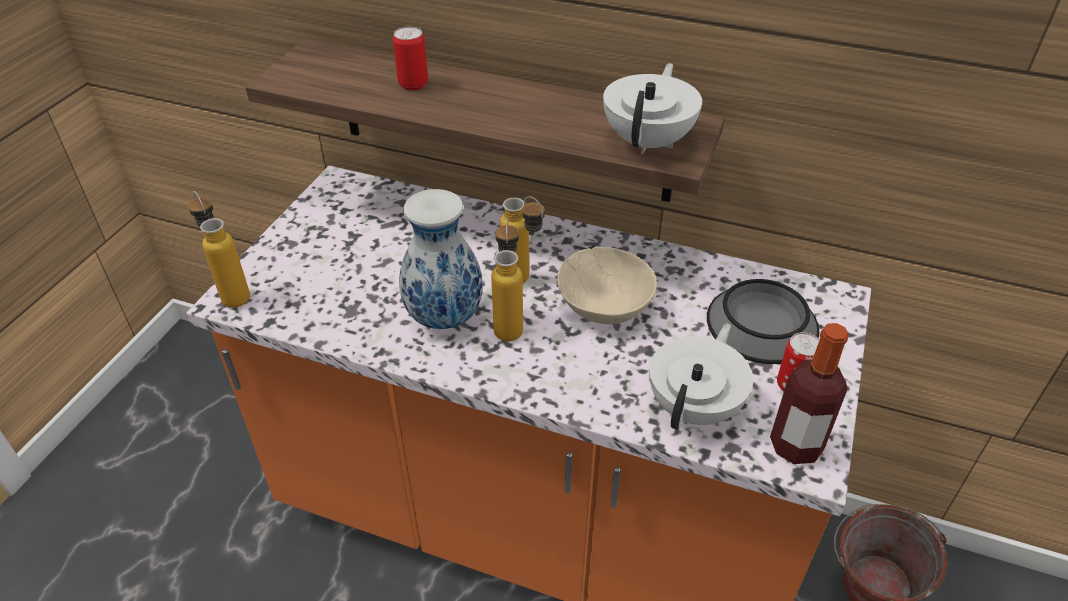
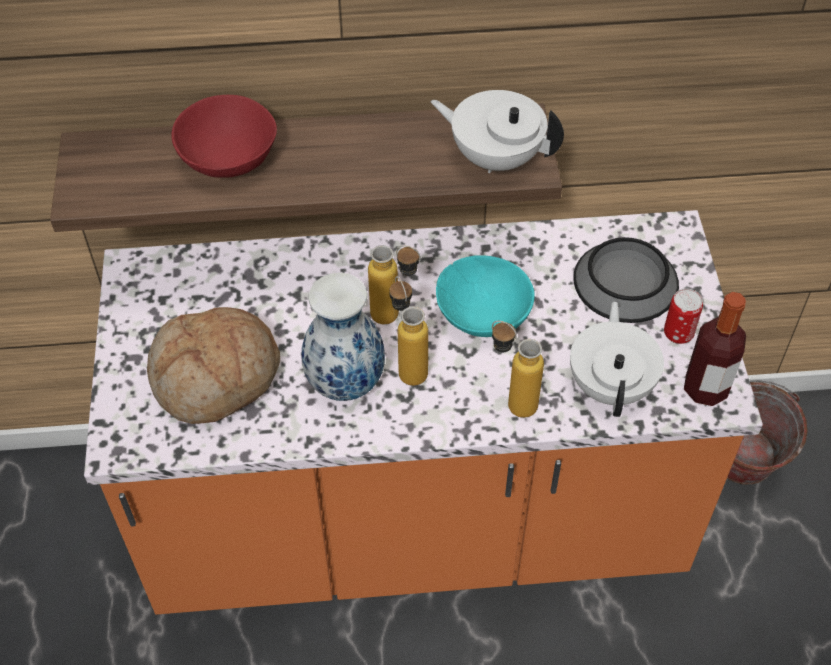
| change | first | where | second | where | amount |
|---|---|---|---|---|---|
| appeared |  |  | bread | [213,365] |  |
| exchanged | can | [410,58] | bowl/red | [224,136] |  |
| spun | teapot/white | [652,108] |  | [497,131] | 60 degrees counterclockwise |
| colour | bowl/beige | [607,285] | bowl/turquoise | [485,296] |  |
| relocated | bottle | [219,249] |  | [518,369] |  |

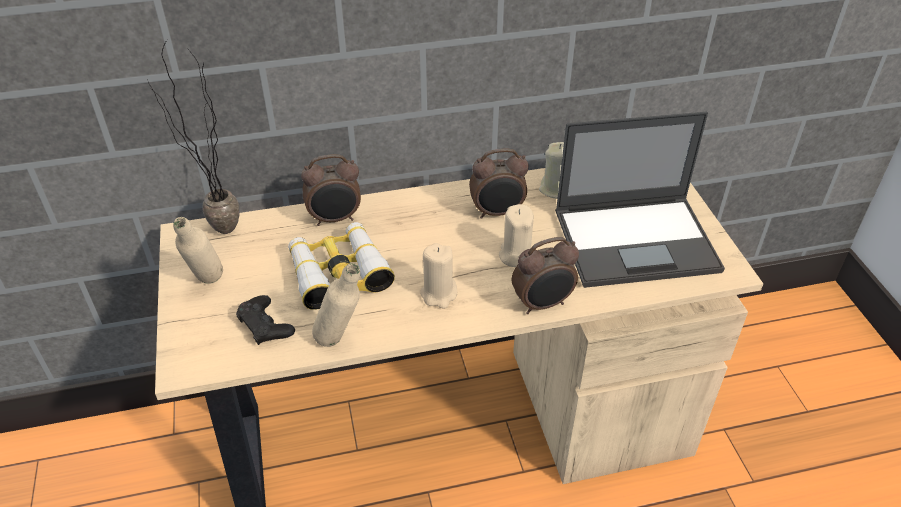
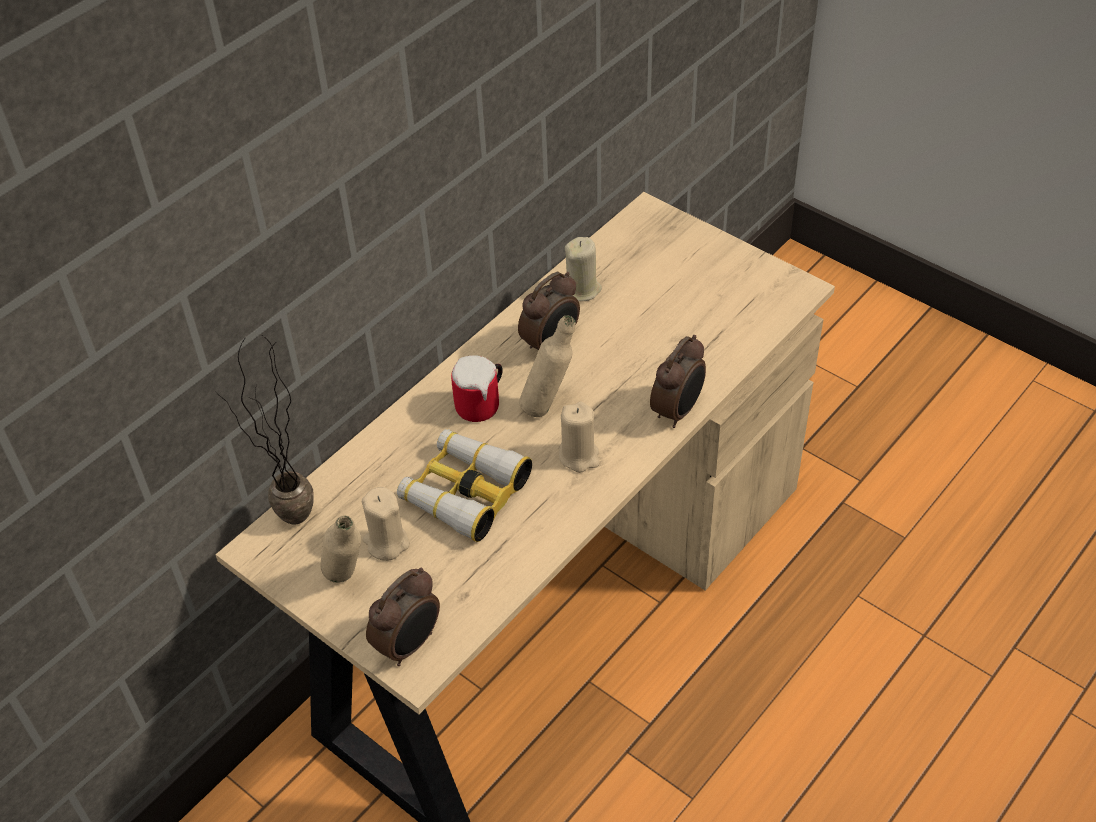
| change | first | where | second | where | amount |
|---|---|---|---|---|---|
| relocated | candle/beige | [516,235] |  | [386,524] |  |
| relocated | alarm clock | [331,190] |  | [403,617] |  |
| appeared |  |  | mug | [477,388] |  |
| relocated | bottle/beige | [336,305] |  | [547,366] |  |
| missing | game controller/black | [265,320] |  |  |  |
| missing | laptop | [640,200] |  |  |  |

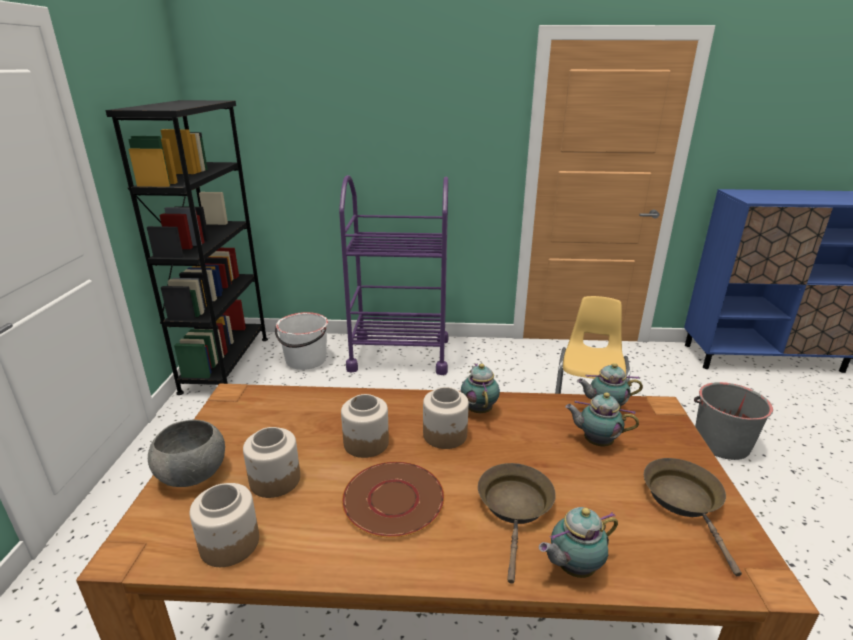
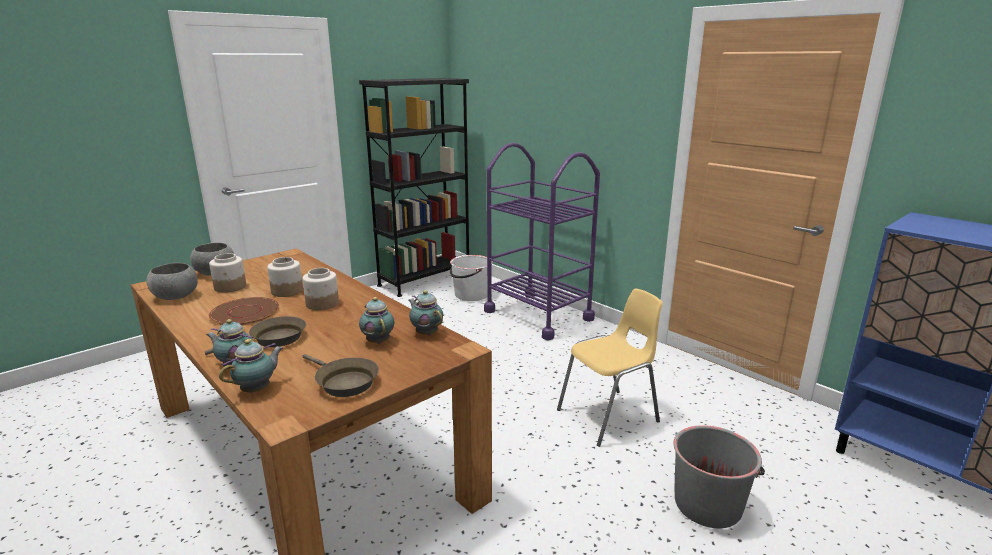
| change | first | where | second | where | amount |
|---|---|---|---|---|---|
| exchanged | jar | [224,525] | bowl/grey | [172,281] |  |
| relocated | teapot | [480,388] |  | [251,366] |  |
| spun | frying pan/brown | [693,517] |  | [341,375] | 90 degrees clockwise |

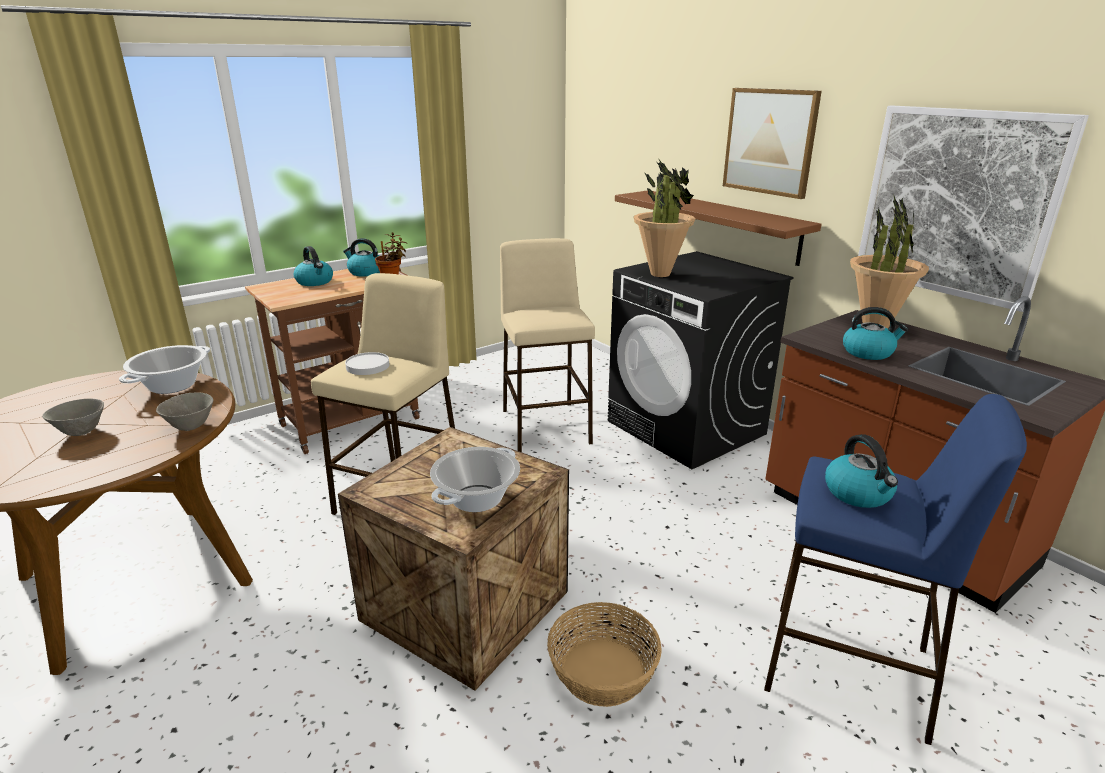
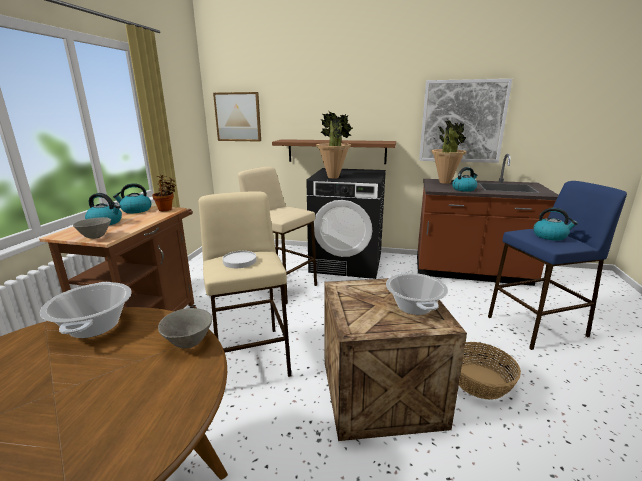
| change | first | where | second | where | amount |
|---|---|---|---|---|---|
| relocated | bowl/grey | [73,417] |  | [92,228] |  |
| relocated | picture | [772,143] |  | [237,117] |  |

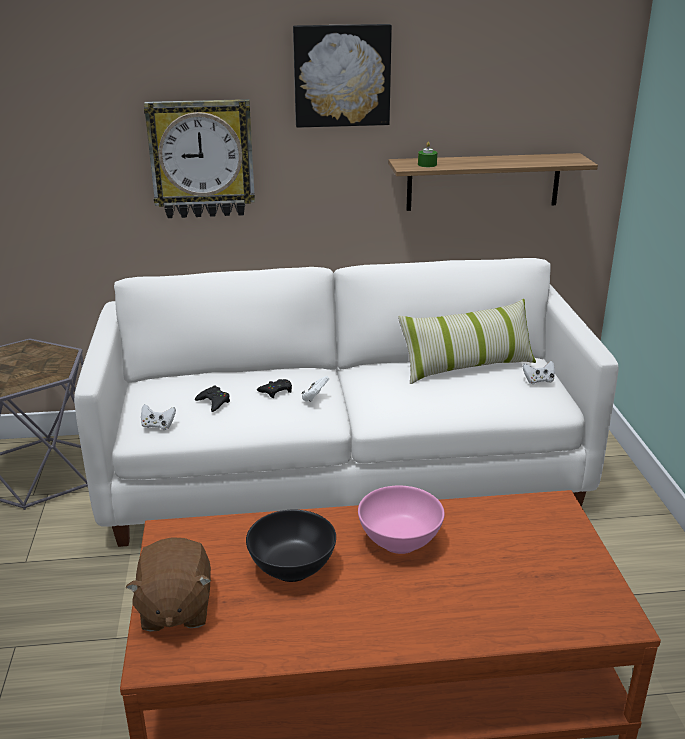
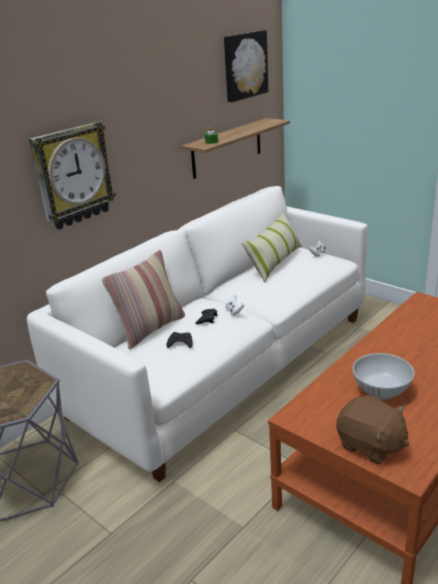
| change | first | where | second | where | amount |
|---|---|---|---|---|---|
| appeared |  |  | pillow | [143,300] |  |
| relocated | picture | [342,76] |  | [246,66] |  |
| colour | bowl/black | [291,546] | bowl/white | [383,376] |  |
| missing | game controller/white | [158,417] |  |  |  |
| missing | bowl/pink | [401,519] |  |  |  |

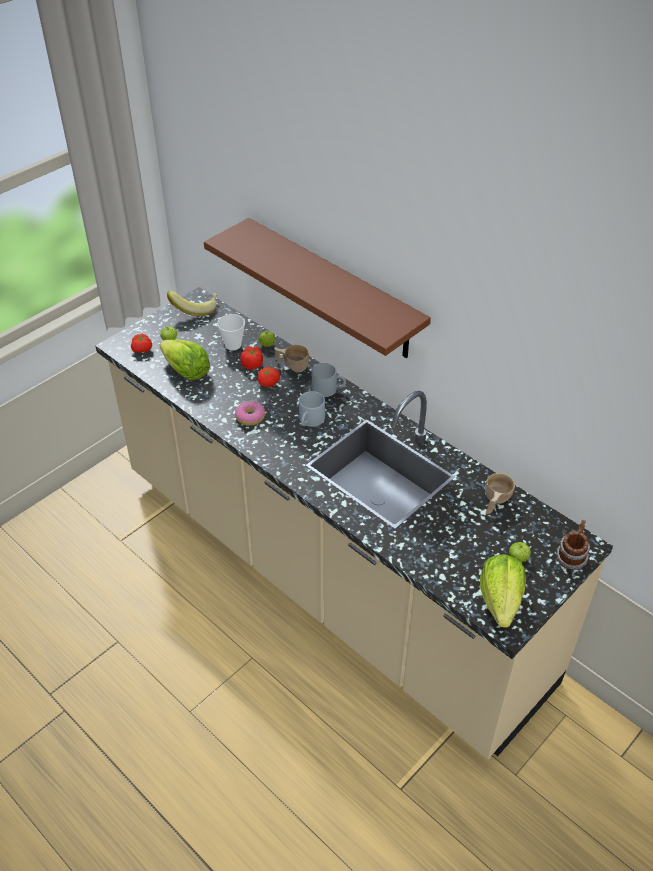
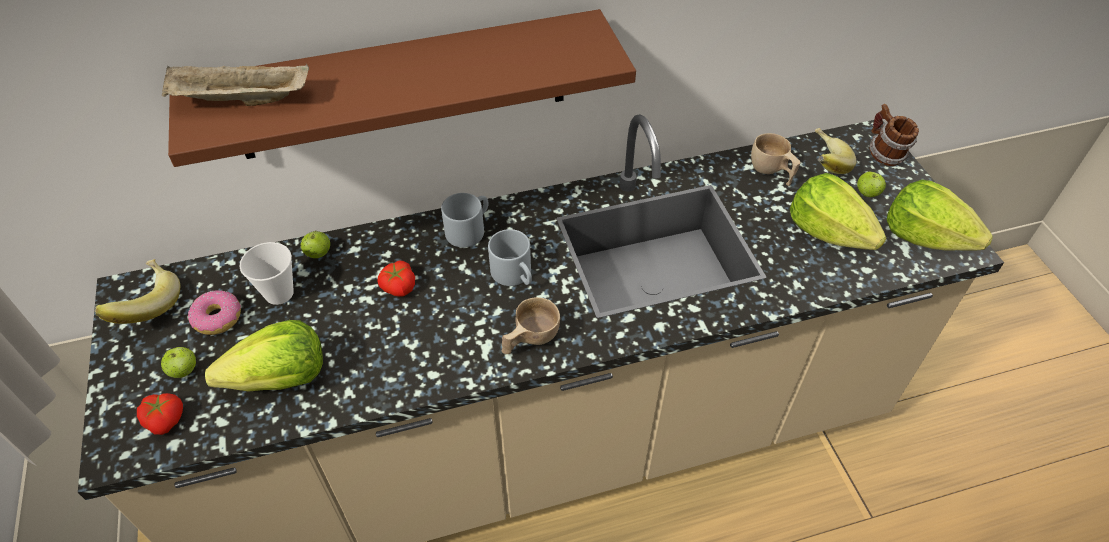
| change | first | where | second | where | amount |
|---|---|---|---|---|---|
| appeared |  |  | tray/beige | [235,85] |  |
| relocated | donut | [250,413] |  | [214,312] |  |
| relocated | cup/beige | [291,358] |  | [531,325] |  |
| appeared |  |  | lettuce | [838,211] |  |
| appeared |  |  | banana | [835,151] |  |
| missing | tomato | [251,358] |  |  |  |

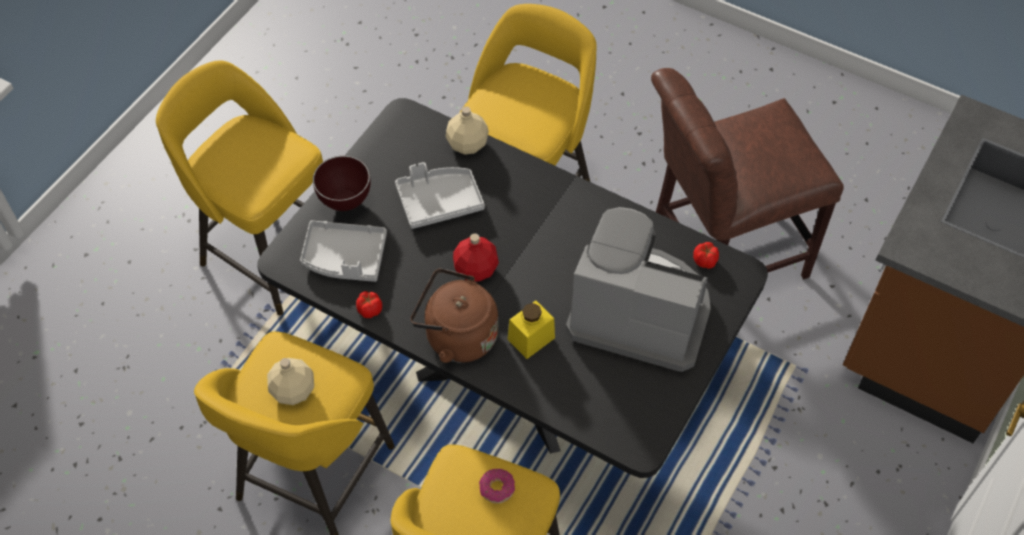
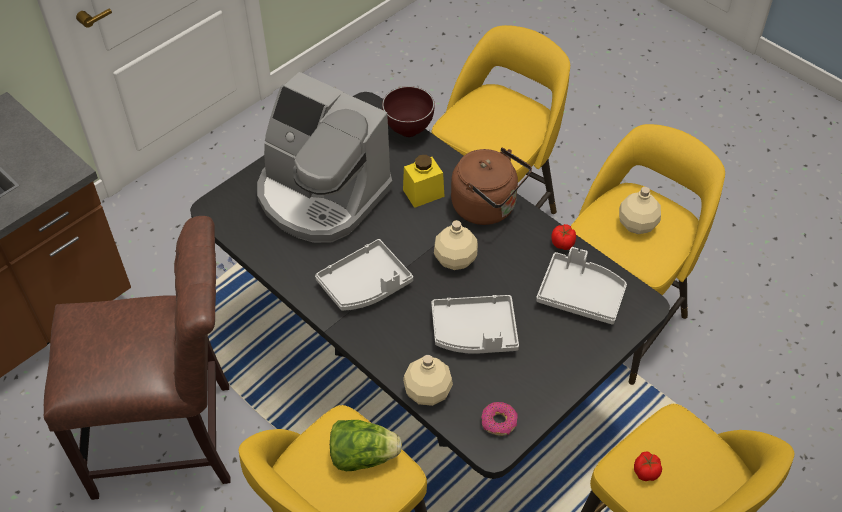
| change | first | where | second | where | amount |
|---|---|---|---|---|---|
| appeared |  |  | tray/grey | [364,275] |  |
| appeared |  |  | lettuce | [366,445] |  |
| relocated | bowl/brown | [341,183] |  | [408,111] |  |
| colour | bottle/red | [476,257] | bottle/beige | [456,245] |  |
| relocated | donut | [497,486] |  | [499,419] |  |
| relocated | tomato | [706,255] |  | [648,466] |  |

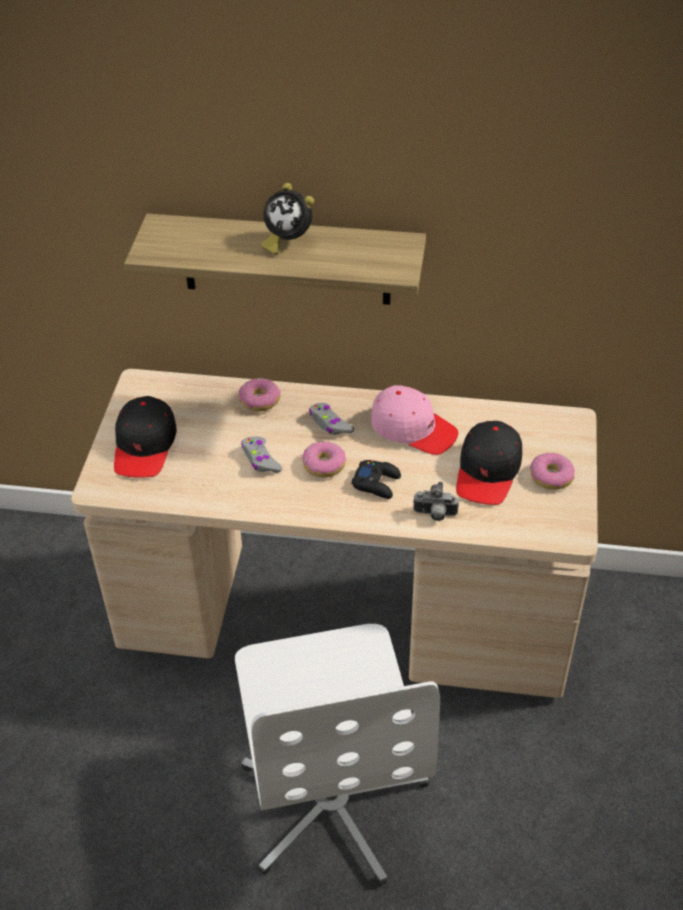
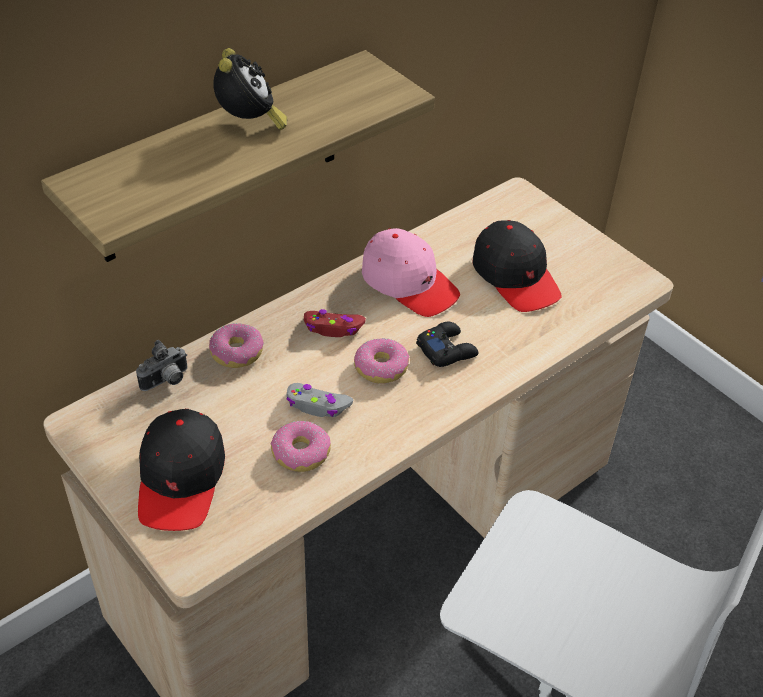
| change | first | where | second | where | amount |
|---|---|---|---|---|---|
| relocated | photo camera | [436,501] |  | [162,365] |  |
| spun | cap/black | [145,437] |  | [181,470] | 45 degrees clockwise |
| spun | alarm clock | [287,218] |  | [250,89] | 75 degrees counterclockwise |
| relocated | donut | [552,471] |  | [300,446] |  |
| colour | game controller/grey | [331,419] | game controller/red | [335,323] |  |
| spun | cap/pink | [414,420] |  | [411,272] | 60 degrees clockwise |

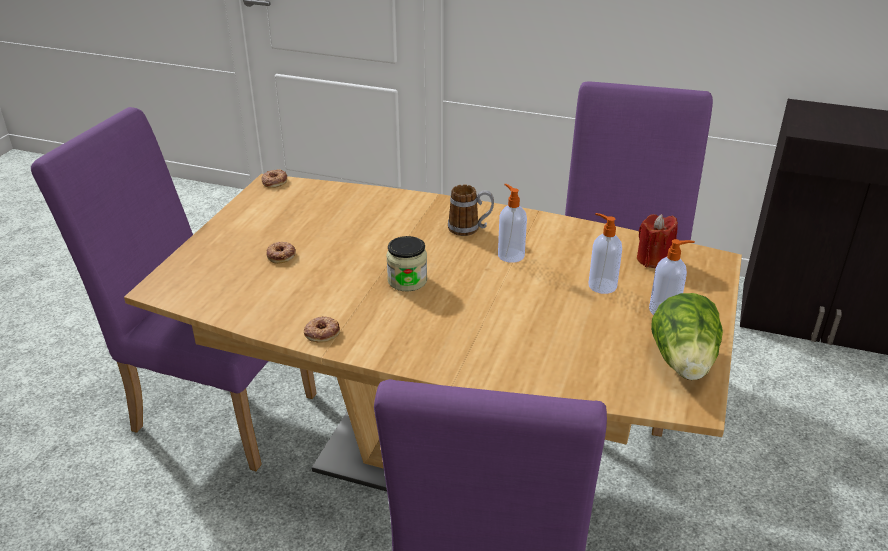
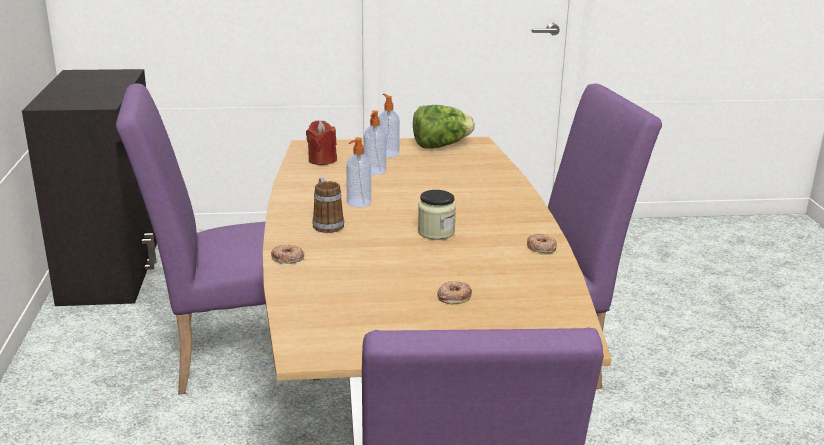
| change | first | where | second | where | amount |
|---|---|---|---|---|---|
| relocated | donut | [274,178] |  | [287,254] |  |

